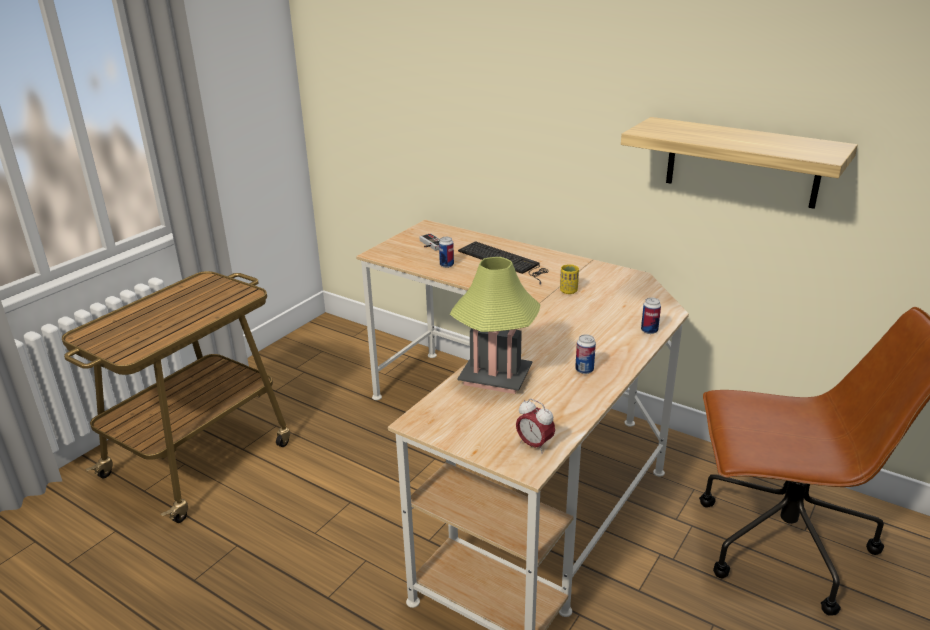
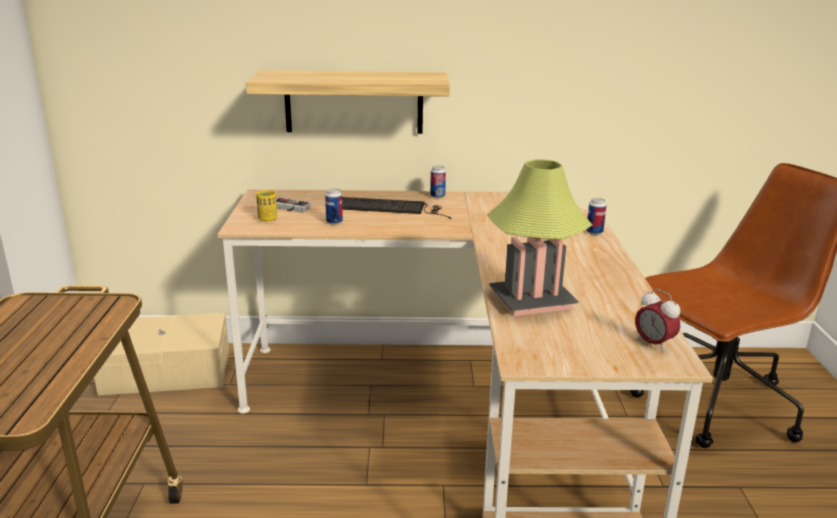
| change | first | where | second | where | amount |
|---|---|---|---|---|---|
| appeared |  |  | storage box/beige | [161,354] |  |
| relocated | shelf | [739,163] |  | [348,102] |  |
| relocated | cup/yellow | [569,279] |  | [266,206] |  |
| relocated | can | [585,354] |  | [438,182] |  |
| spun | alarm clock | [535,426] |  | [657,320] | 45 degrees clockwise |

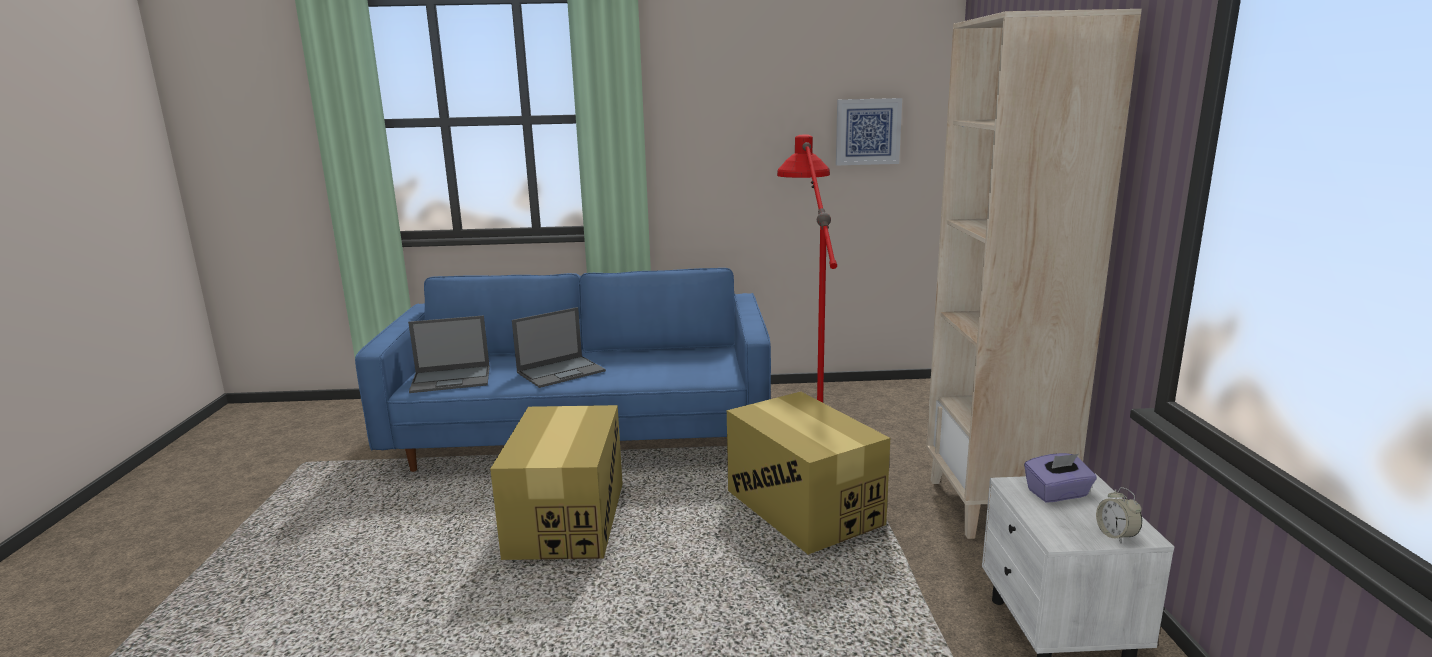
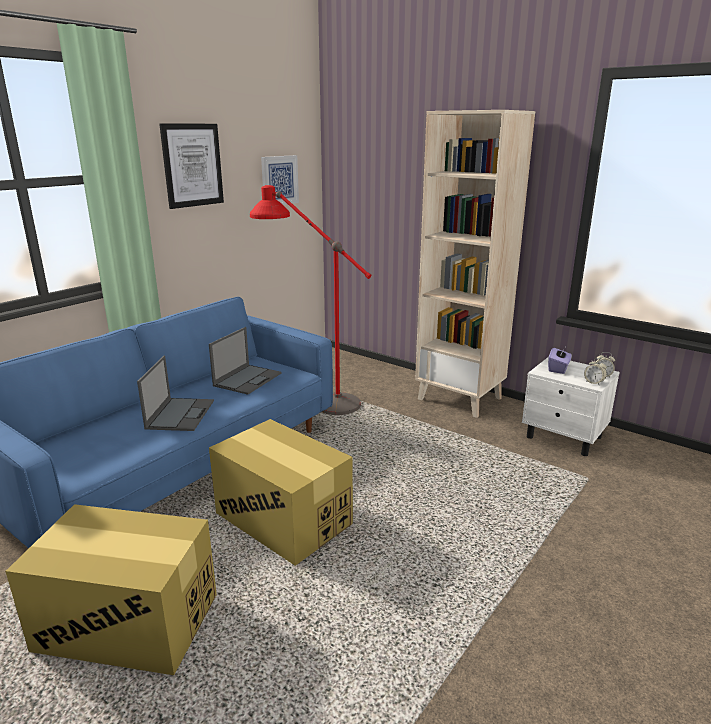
| change | first | where | second | where | amount |
|---|---|---|---|---|---|
| relocated | cardboard box | [808,473] |  | [111,589] |  |
| appeared |  |  | picture | [191,166] |  |
| relocated | laptop | [449,354] |  | [245,361] |  |
| appeared |  |  | alarm clock | [595,371] |  |

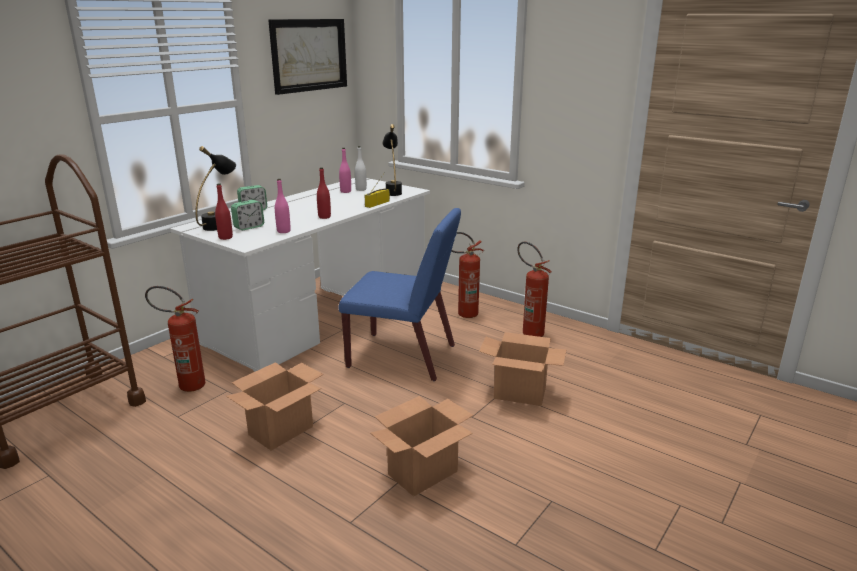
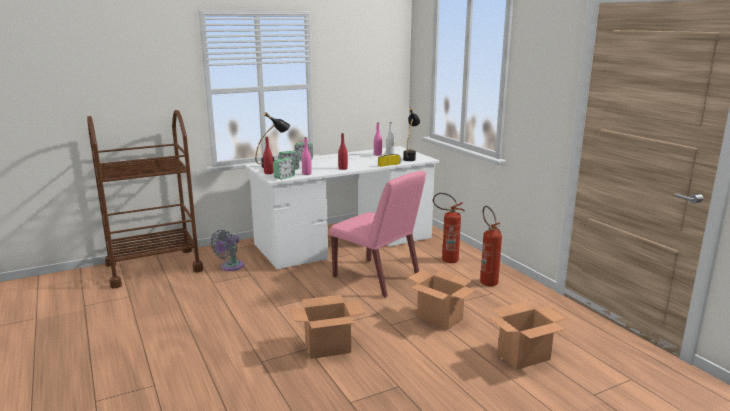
| change | first | where | second | where | amount |
|---|---|---|---|---|---|
| exchanged | fire extinguisher | [175,339] | fan/grey | [227,250] |  |
| appeared |  |  | alarm clock | [284,169] |  |
| colour | chair/blue | [400,294] | chair/pink | [377,234] |  |
| relocated | cardboard box | [275,406] |  | [528,335] |  |
| missing | picture | [307,57] |  |  |  |

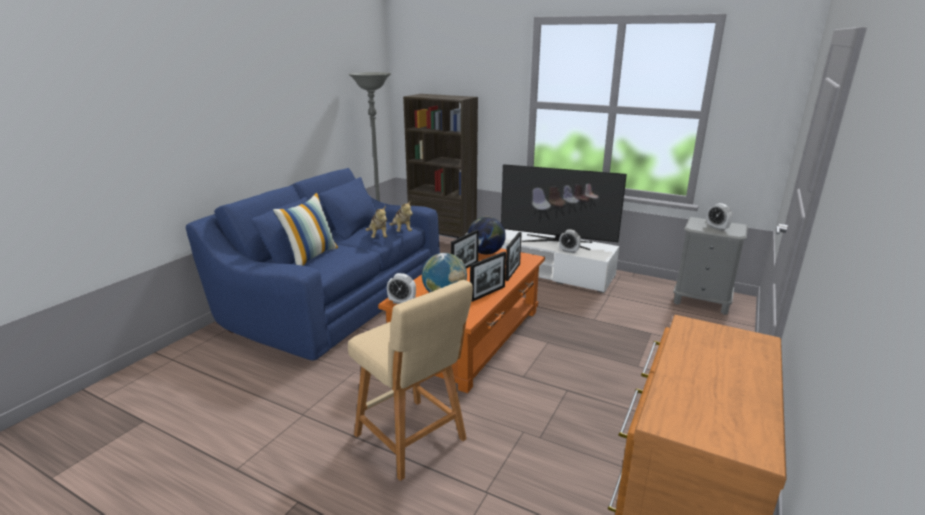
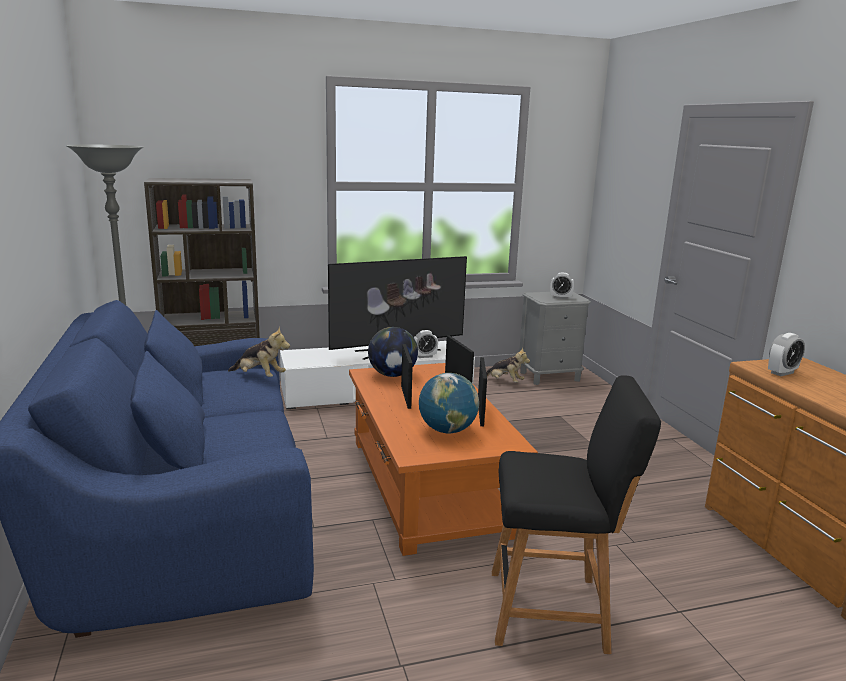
| change | first | where | second | where | amount |
|---|---|---|---|---|---|
| relocated | plush toy | [377,222] |  | [508,365] |  |
| colour | stool/beige | [410,380] | stool/black | [576,514] |  |
| relocated | alarm clock | [401,288] |  | [786,354] |  |
| missing | pillow | [305,229] |  |  |  |

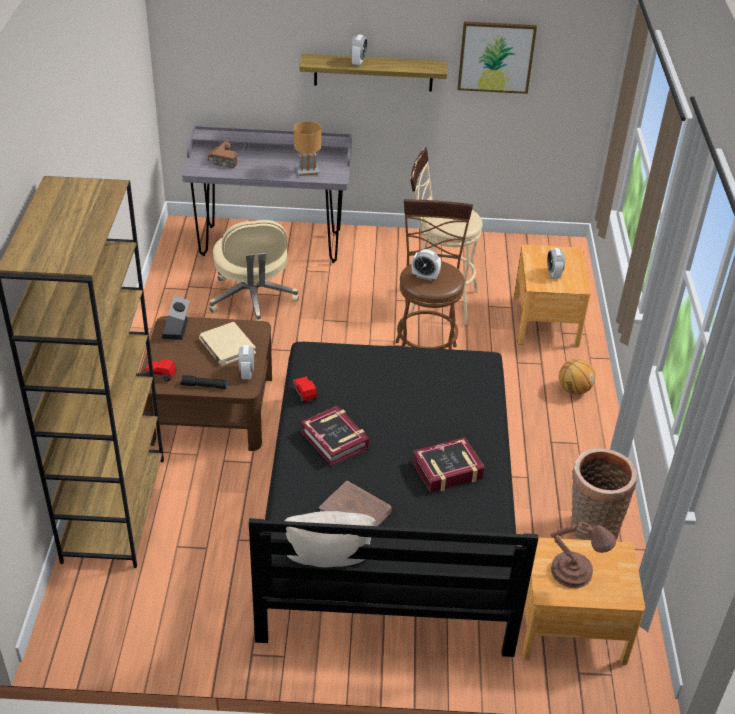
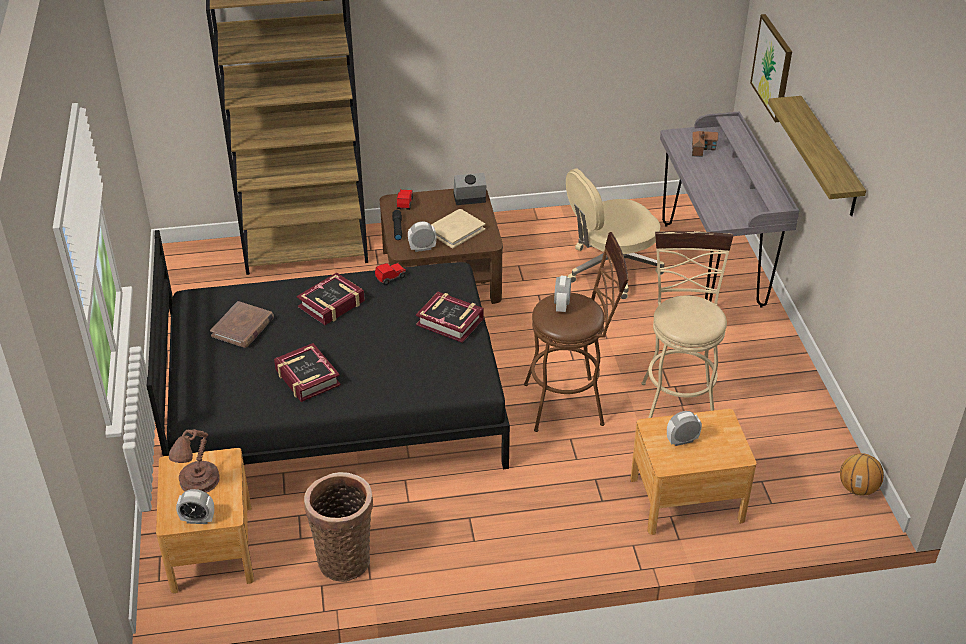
| change | first | where | second | where | amount |
|---|---|---|---|---|---|
| relocated | alarm clock | [359,50] |  | [195,506] |  |
| appeared |  |  | book | [450,317] |  |
| relocated | picture | [497,58] |  | [771,68] |  |
| relocated | basketball | [577,377] |  | [862,474] |  |
| missing | pillow/beige | [330,539] |  |  |  |
| missing | table lamp/brown | [307,148] |  |  |  |

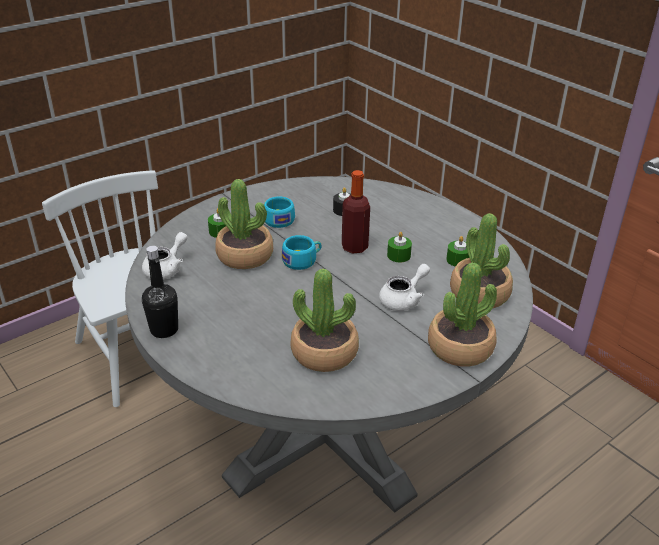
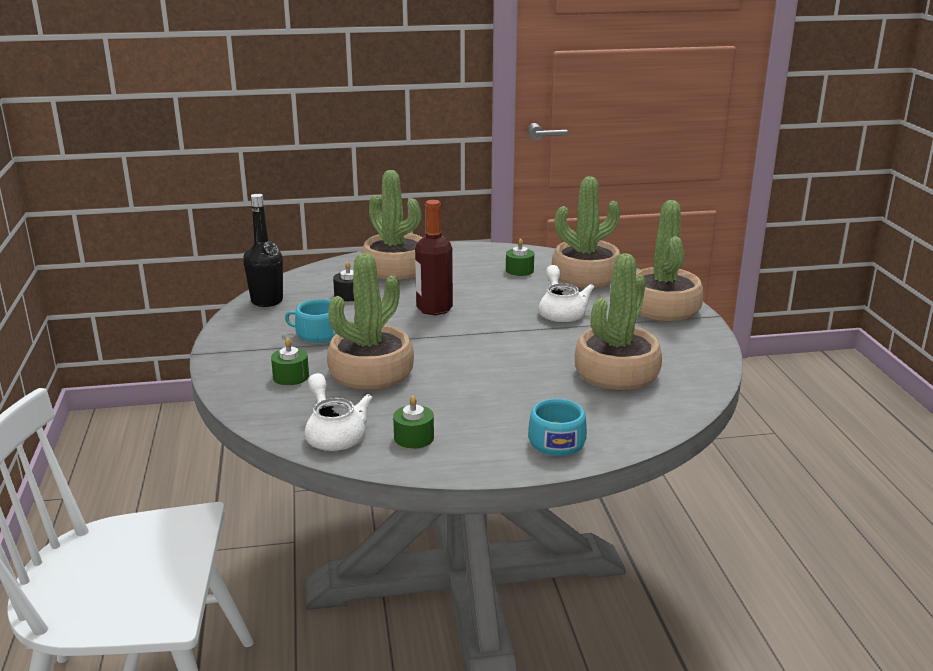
| change | first | where | second | where | amount |
|---|---|---|---|---|---|
| relocated | bottle/black | [160,292] |  | [263,250] |  |
| appeared |  |  | potted plant | [392,225] |  |
| relocated | candle/green | [399,247] |  | [413,422] |  |
| relocated | cup/turquoise | [302,252] |  | [557,427] |  |

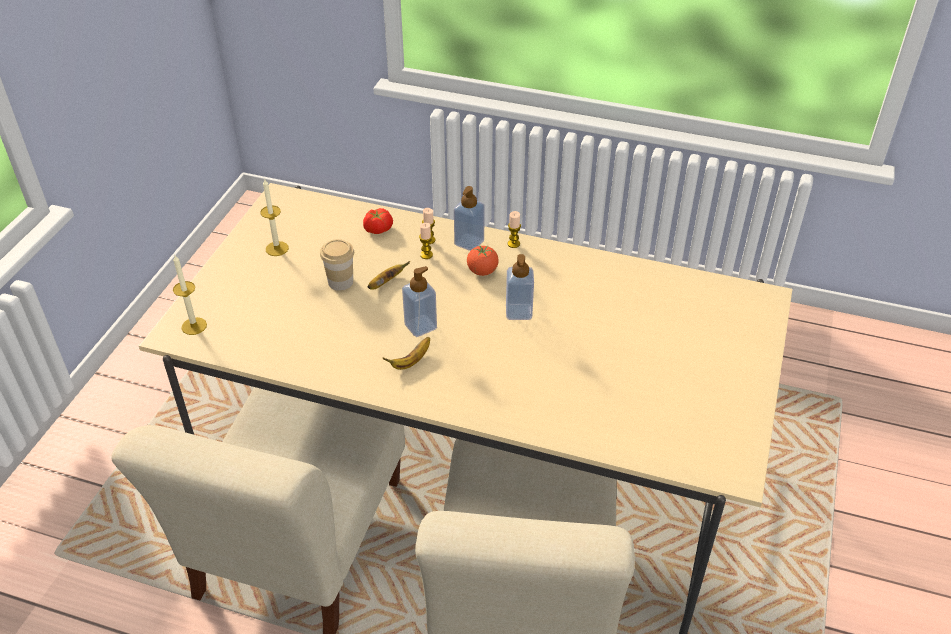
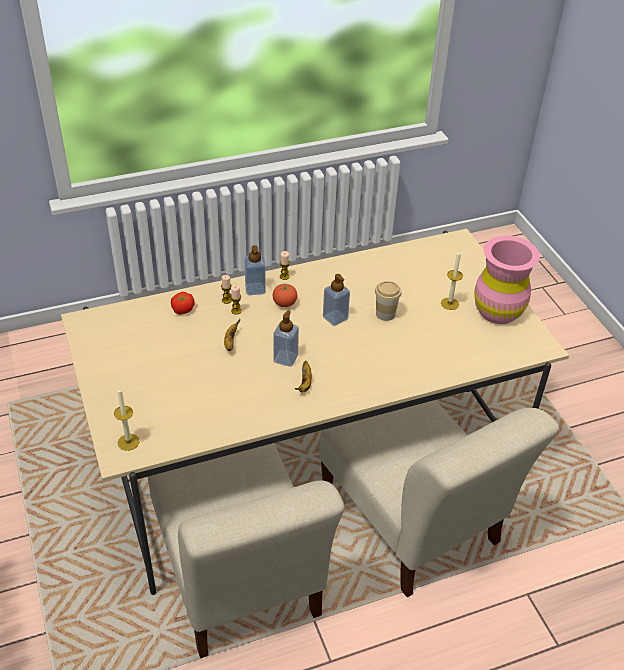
| change | first | where | second | where | amount |
|---|---|---|---|---|---|
| relocated | cup | [337,265] |  | [388,301] |  |
| relocated | candle | [274,217] |  | [452,280] |  |
| appeared |  |  | vase/pink | [507,280] |  |

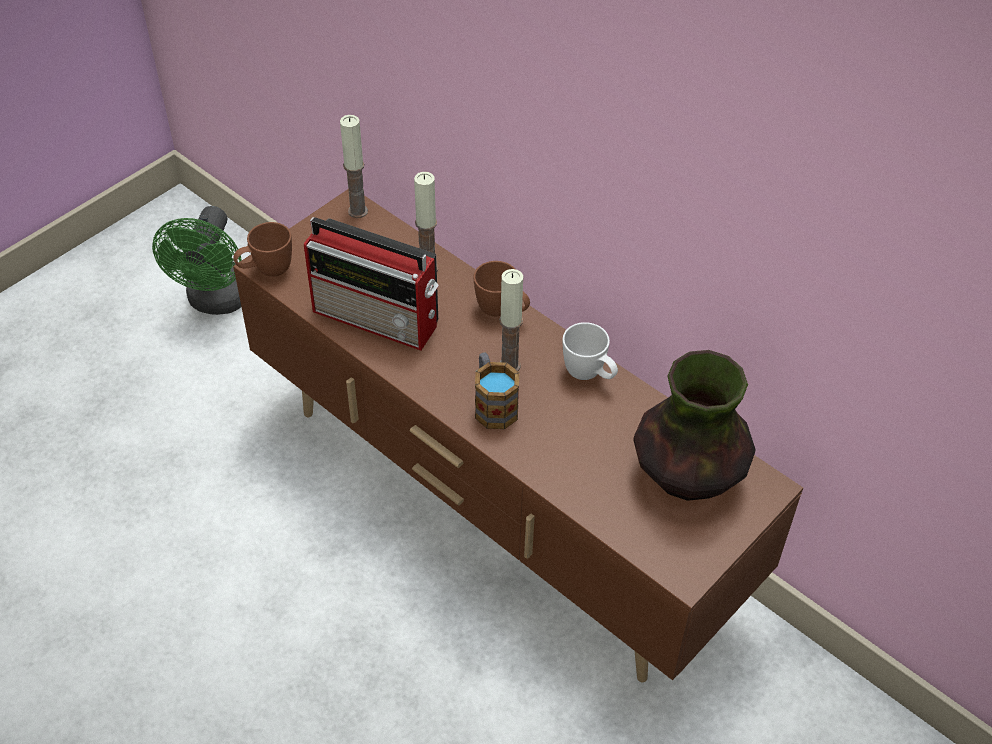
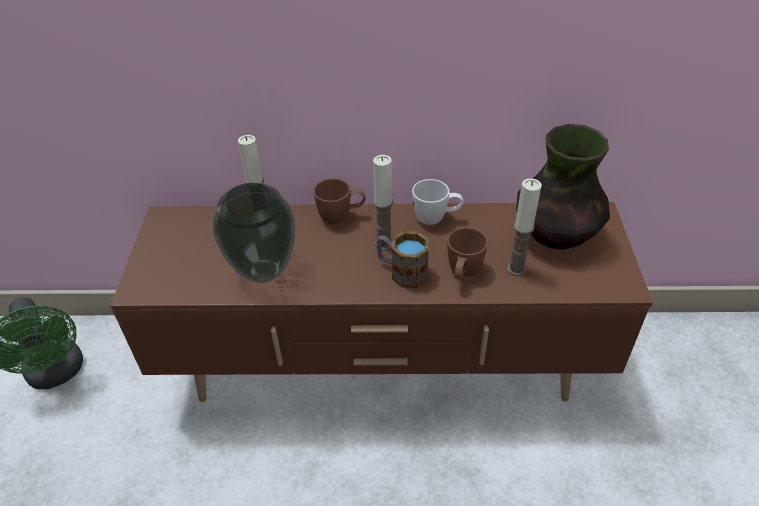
| change | first | where | second | where | amount |
|---|---|---|---|---|---|
| exchanged | radio | [371,284] | vase | [254,233] |  |
| relocated | mug/brown | [262,249] |  | [467,253] |  |
| relocated | candle | [354,166] |  | [524,227] |  |

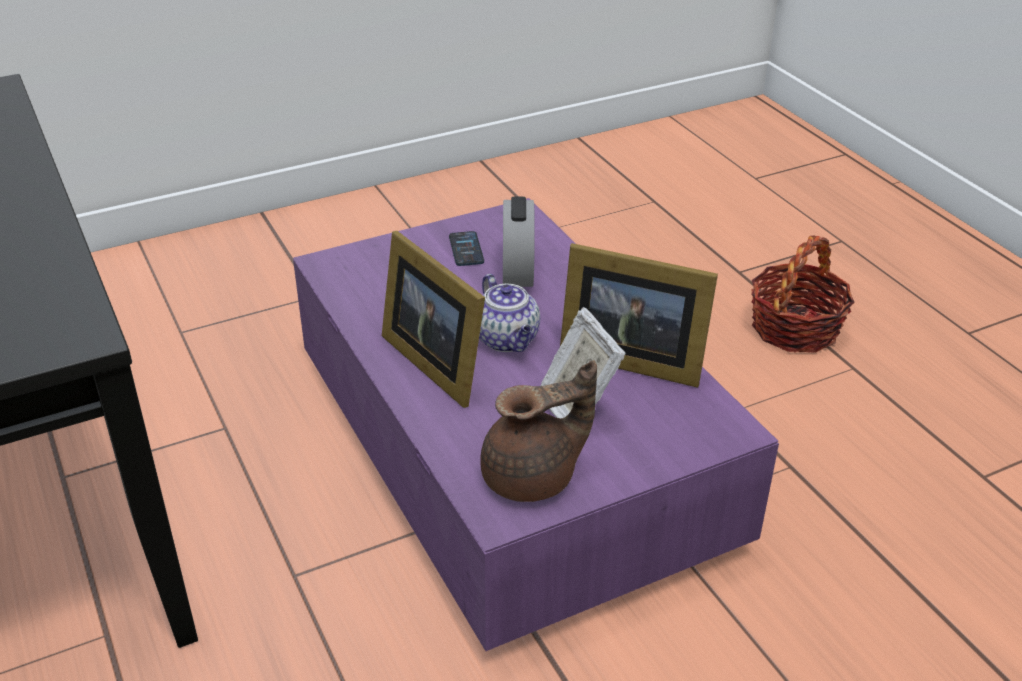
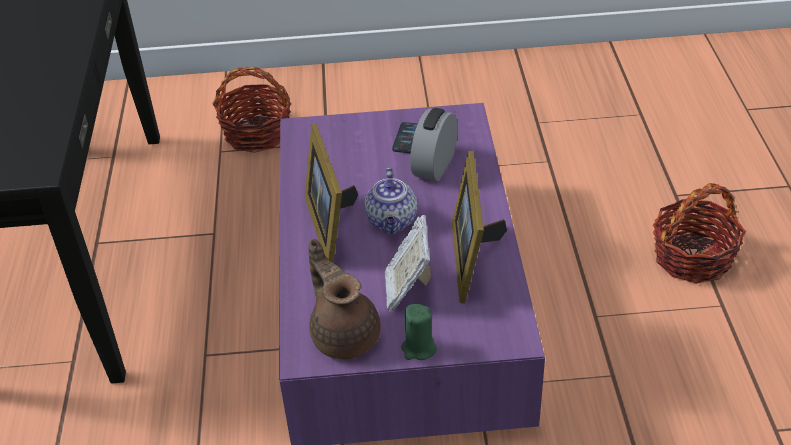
| change | first | where | second | where | amount |
|---|---|---|---|---|---|
| appeared |  |  | basket | [251,110] |  |
| spun | teapot/brown | [538,431] |  | [344,299] | 120 degrees counterclockwise |
| appeared |  |  | candle/green | [419,332] |  |
| spun | picture frame | [639,315] |  | [479,227] | 45 degrees clockwise |

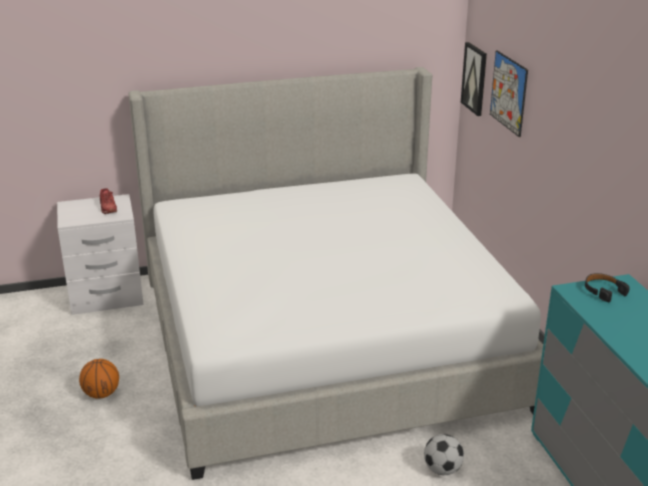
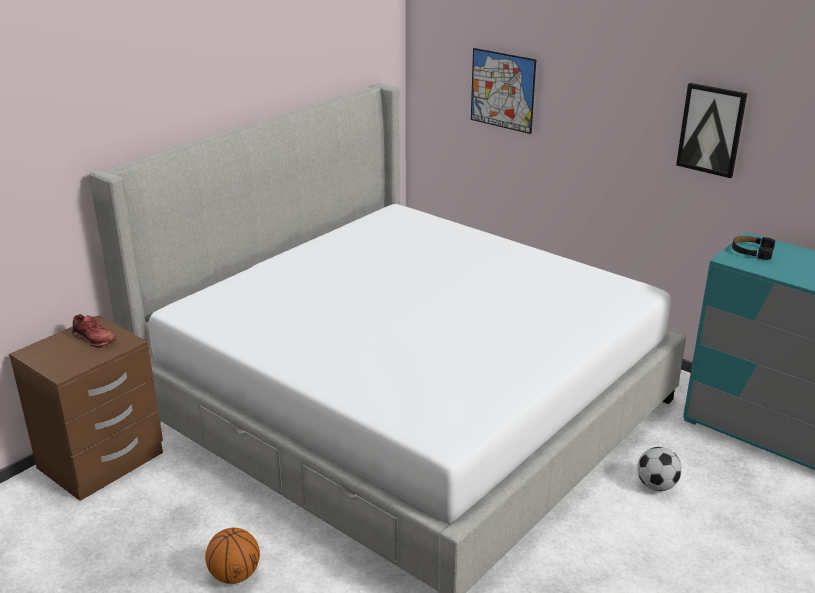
| change | first | where | second | where | amount |
|---|---|---|---|---|---|
| colour | nightstand/white | [100,254] | nightstand/brown | [86,408] |  |
| relocated | picture | [474,79] |  | [711,130] |  |

